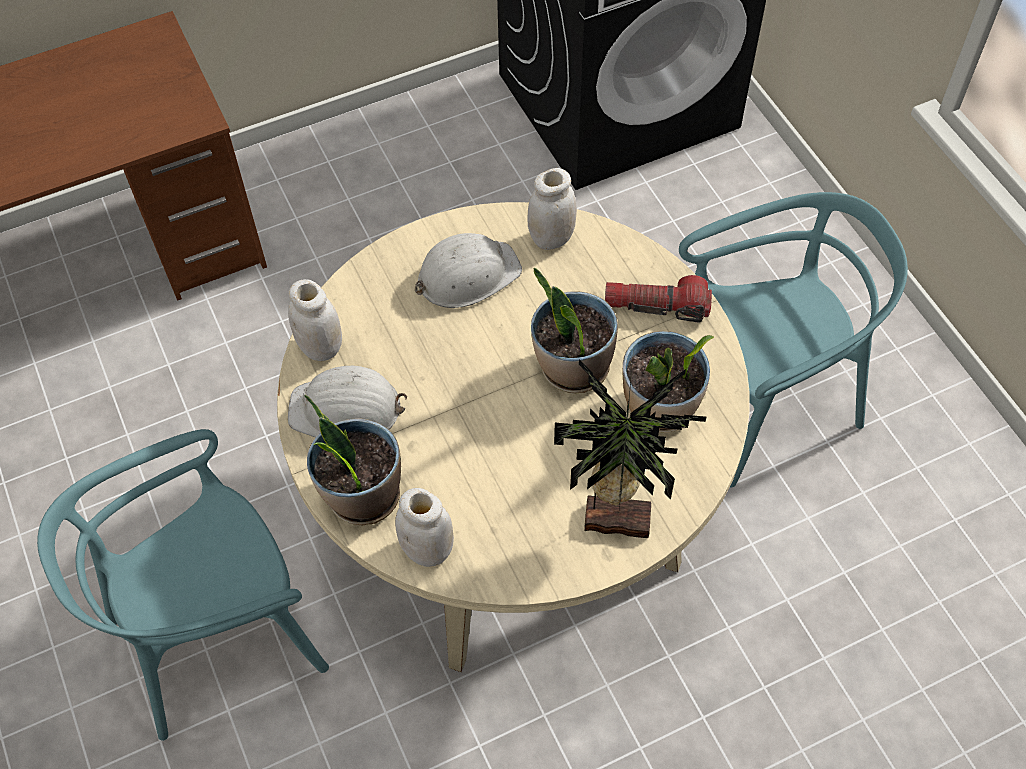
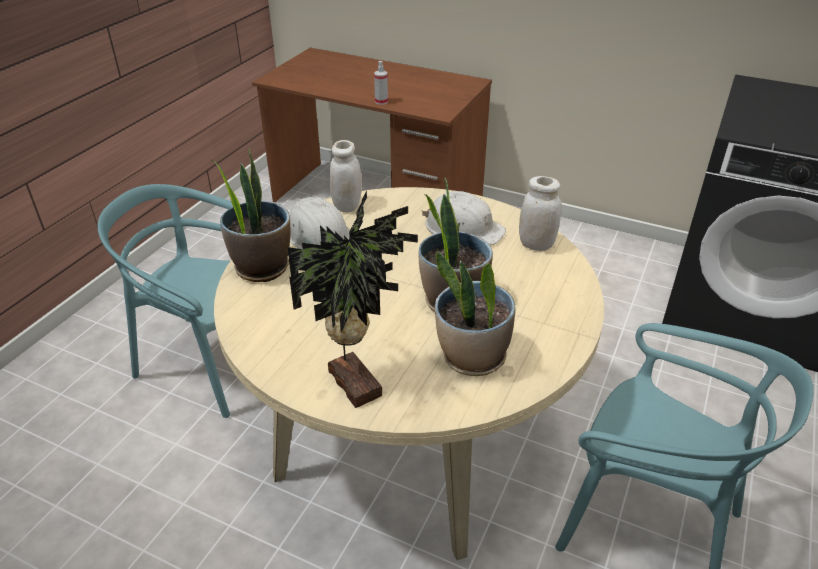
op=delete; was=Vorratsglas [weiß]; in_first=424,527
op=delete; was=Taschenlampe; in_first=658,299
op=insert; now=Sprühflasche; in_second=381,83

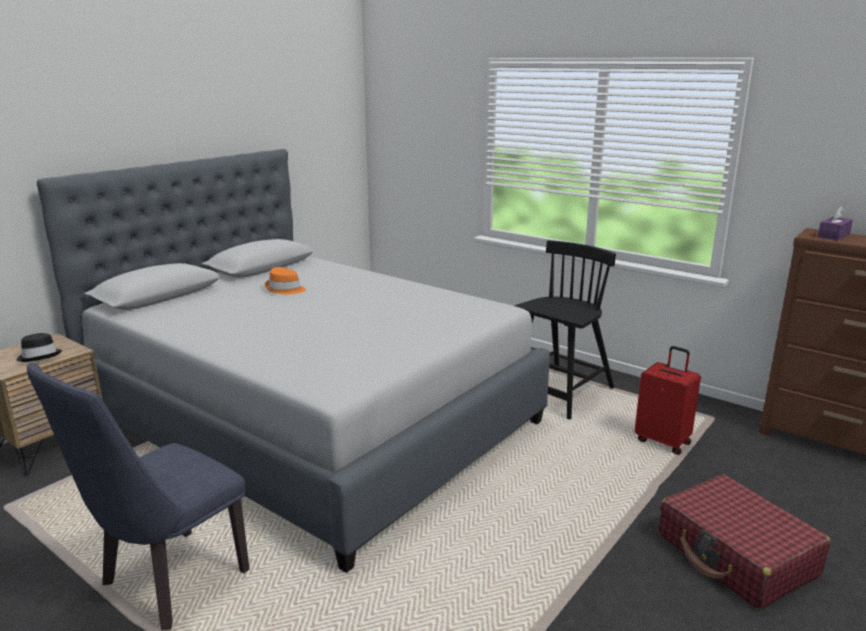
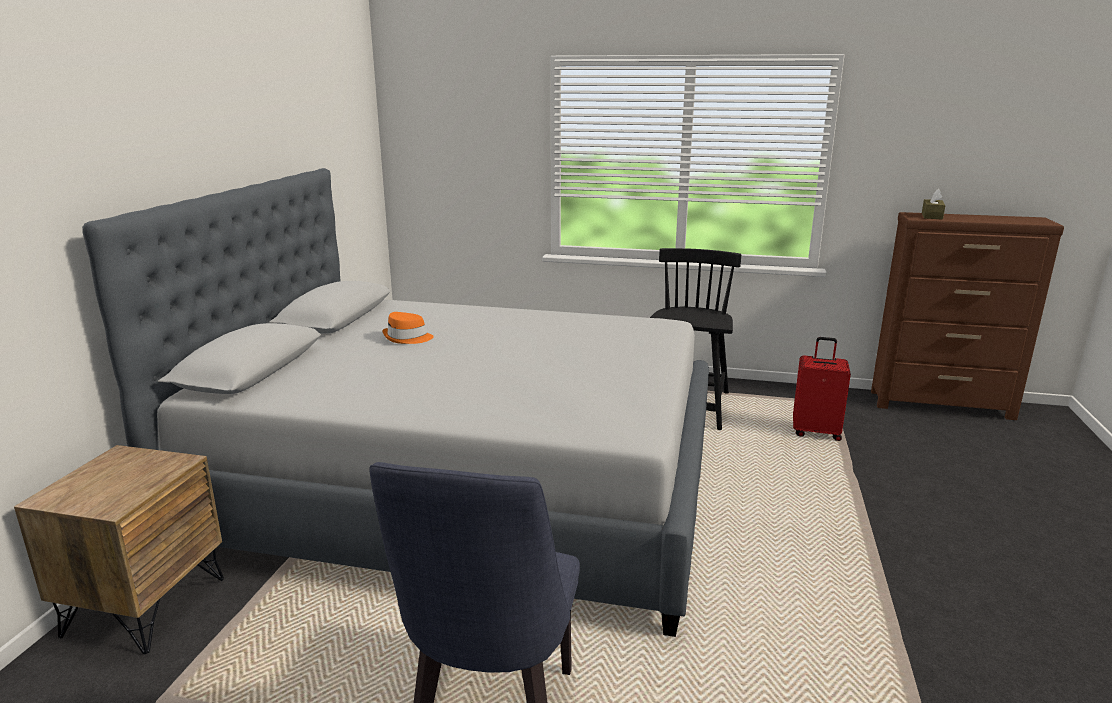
op=delete; was=Hut [schwarz]; in_first=39,347
op=delete; was=Koffer [rot]; in_first=745,542
op=recolor; was=Taschentuchbox [lila]; now=Taschentuchbox [braun]; in_first=835,223; in_second=934,204

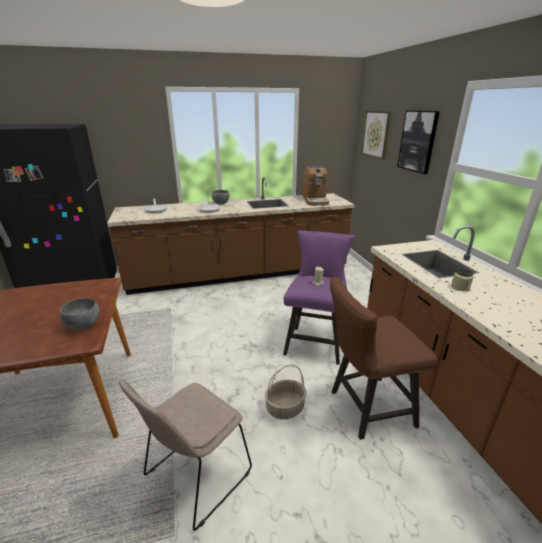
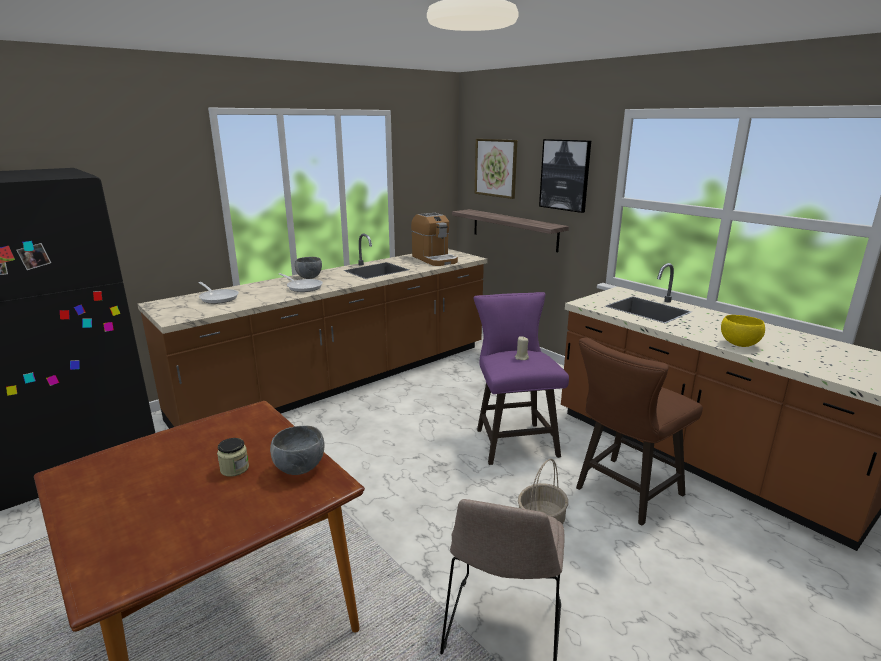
op=move; was=Vorratsglas; in_first=462,279; in_second=233,457
op=insert; now=Wandregal; in_second=510,230
op=insert; now=Schüssel [gelb]; in_second=743,331

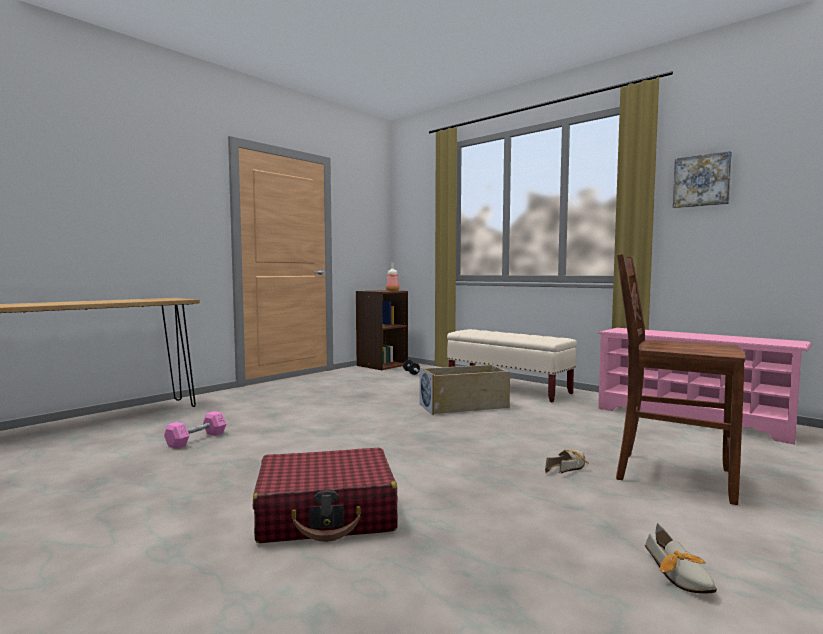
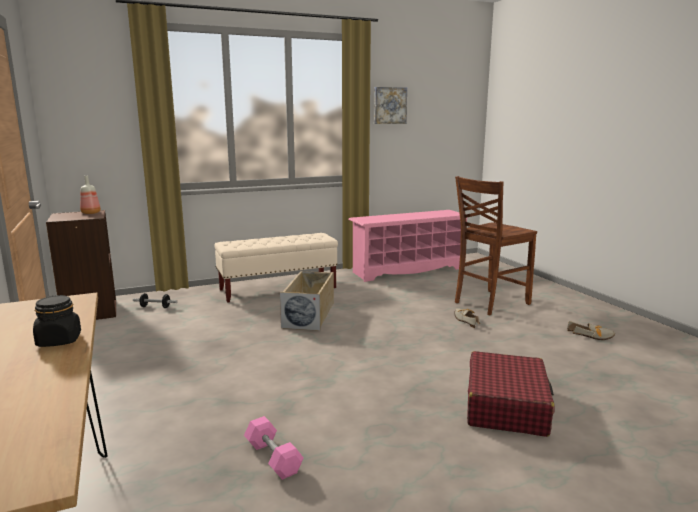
op=insert; now=Vorratsglas [schwarz]; in_second=57,321

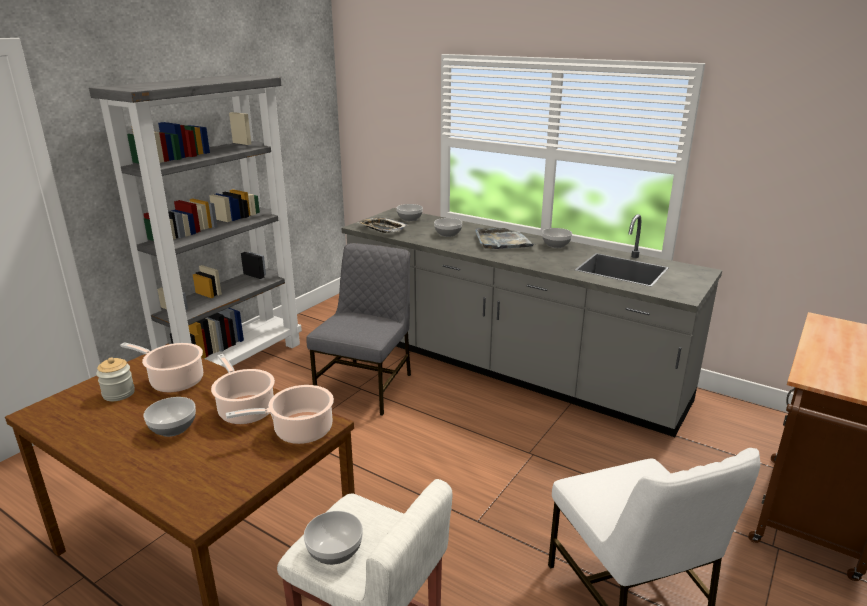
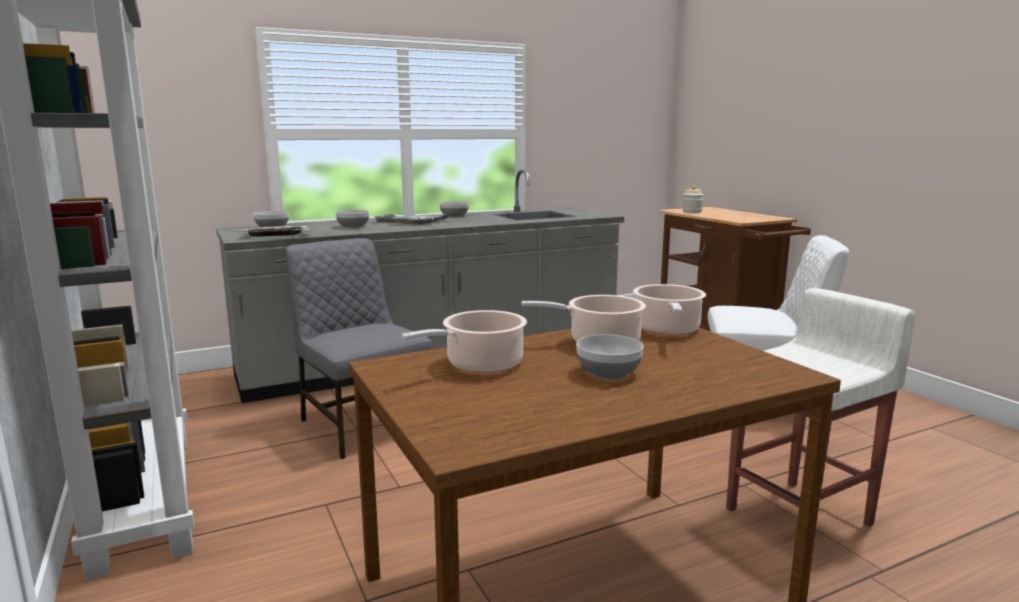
op=move; was=Vorratsglas; in_first=115,379; in_second=693,199
op=delete; was=Schüssel; in_first=333,538

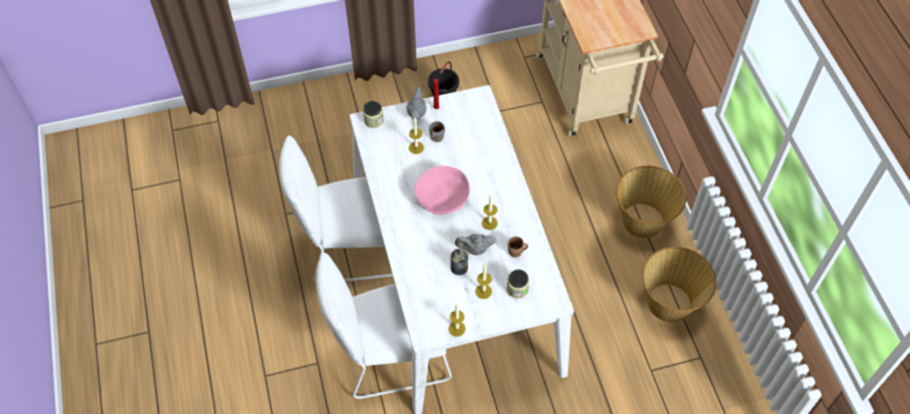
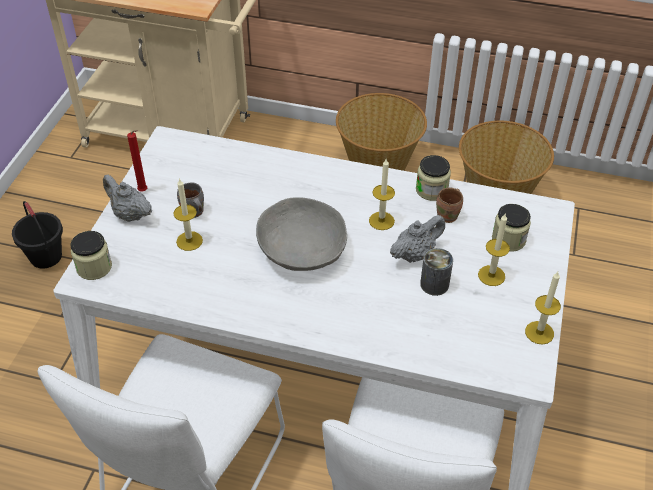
op=recolor; was=Schüssel [rosa]; now=Schüssel [grau]; in_first=442,190; in_second=301,234
op=rotate; was=Teekanne [grau]; in_first=475,244; in_second=417,239; clockwise=-150
op=insert; now=Vorratsglas; in_second=433,178

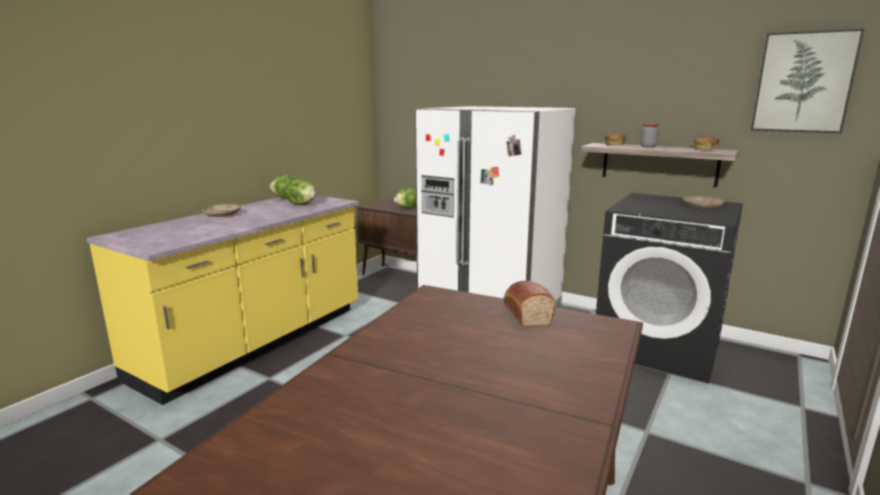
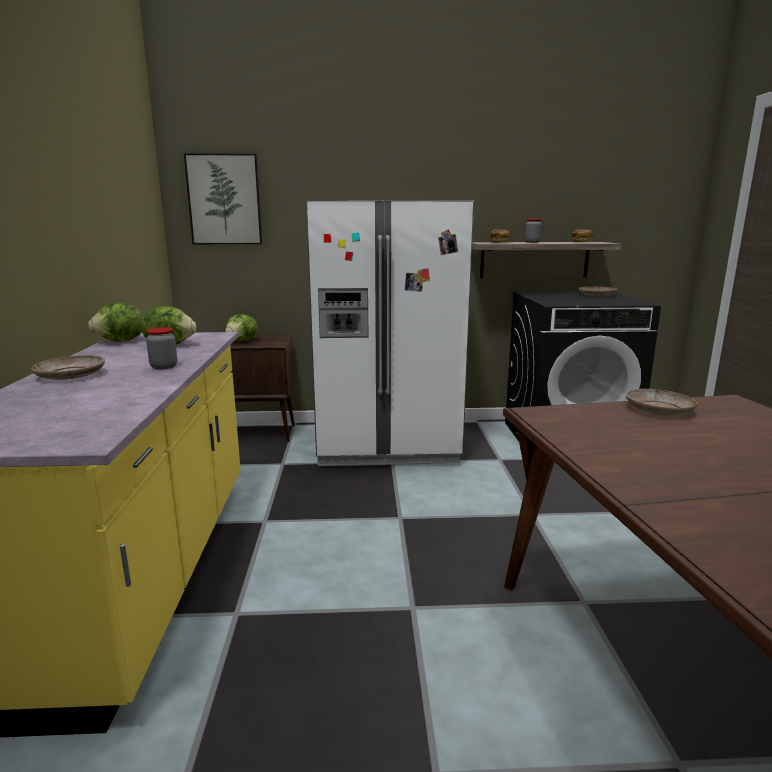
op=replace; was=Brot; now=Teller [beige]; in_first=529,304; in_second=661,402
op=move; was=Bild; in_first=807,81; in_second=223,198
op=insert; now=Vorratsglas; in_second=161,348

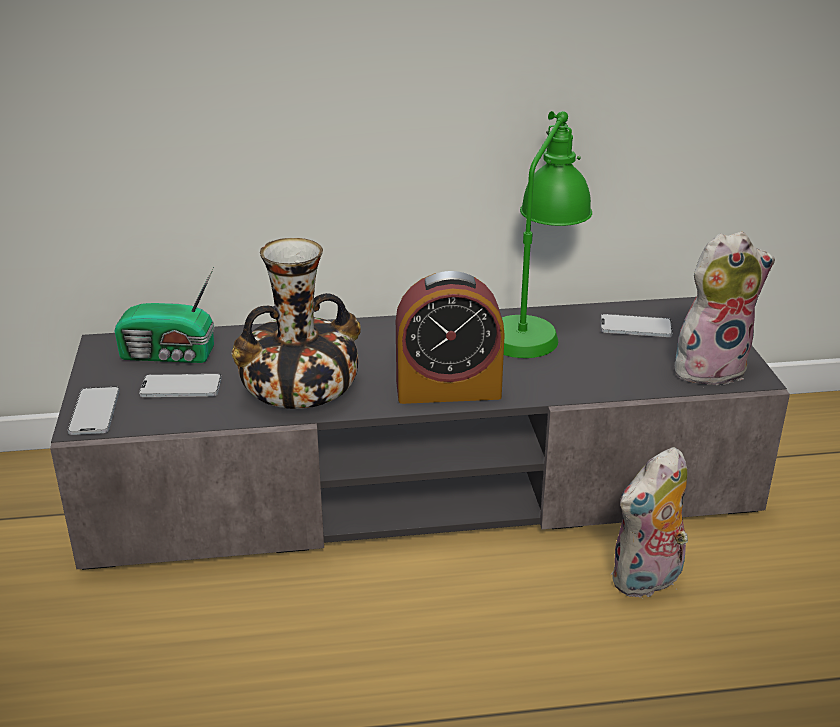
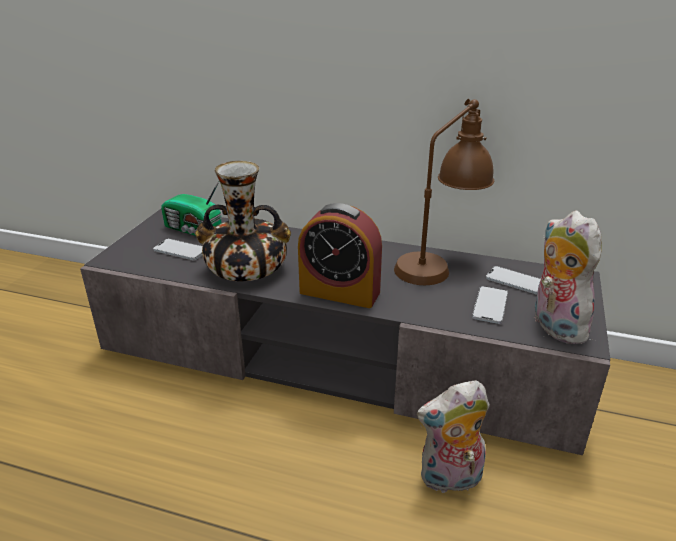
op=move; was=Handy; in_first=94,411; in_second=490,305
op=recolor; was=Tischlampe [grün]; now=Tischlampe [braun]; in_first=547,234; in_second=444,192
op=rotate; was=Plüschtier; in_first=725,309; in_second=568,277; clockwise=-120

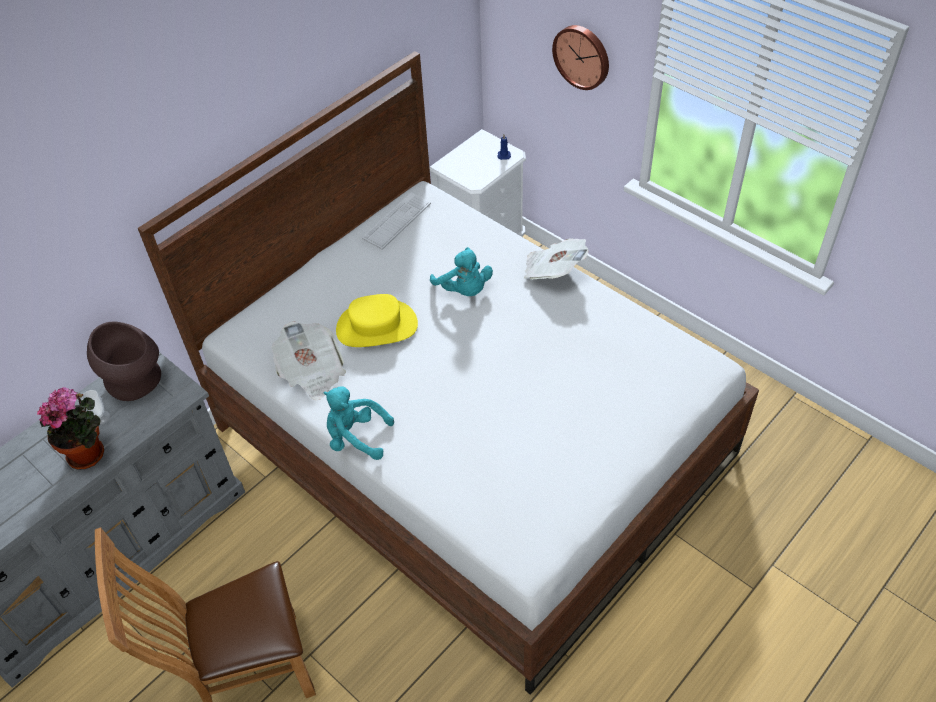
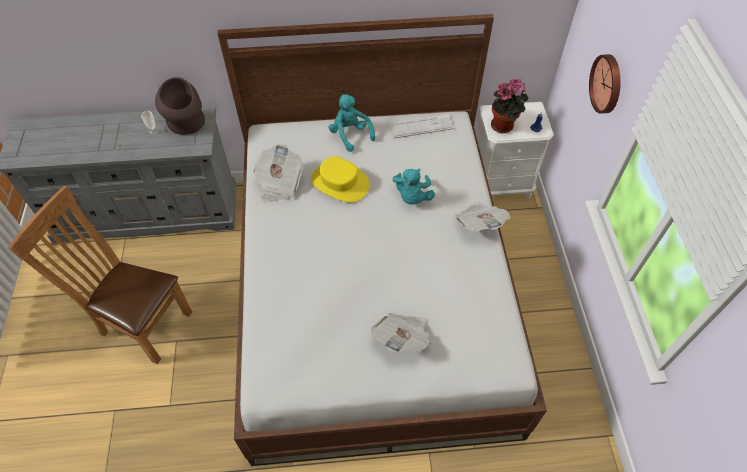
op=move; was=Topfpflanze; in_first=70,428; in_second=510,105
op=move; was=Plüschtier [türkis]; in_first=359,423; in_second=352,123
op=insert; now=Zeitung; in_second=400,333

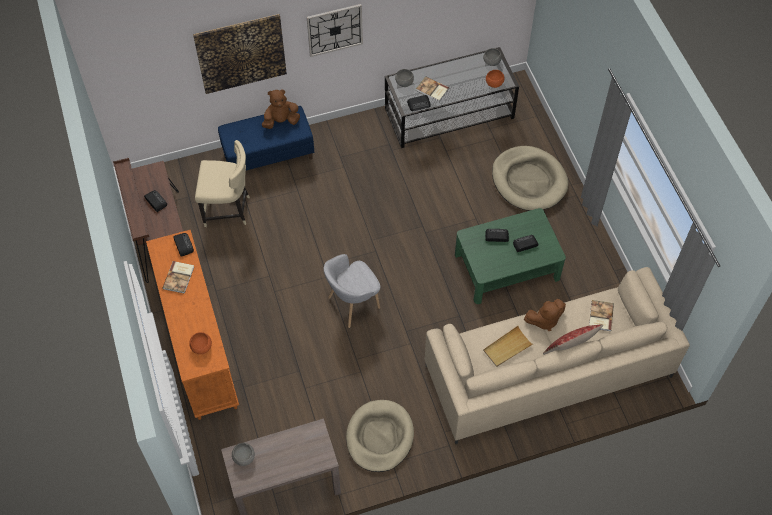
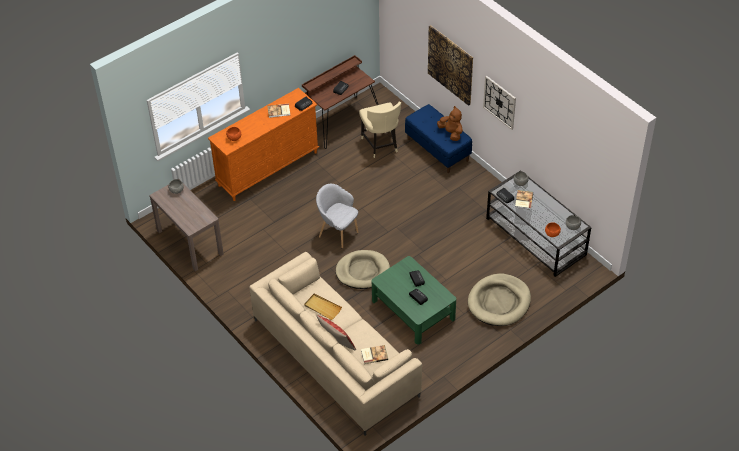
op=move; was=Hundebett [beige]; in_first=380,436; in_second=363,269
op=delete; was=Plüschtier [braun]; in_first=545,315

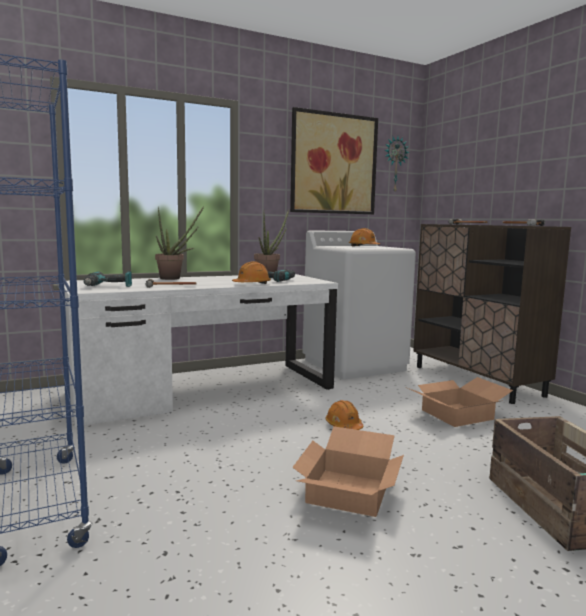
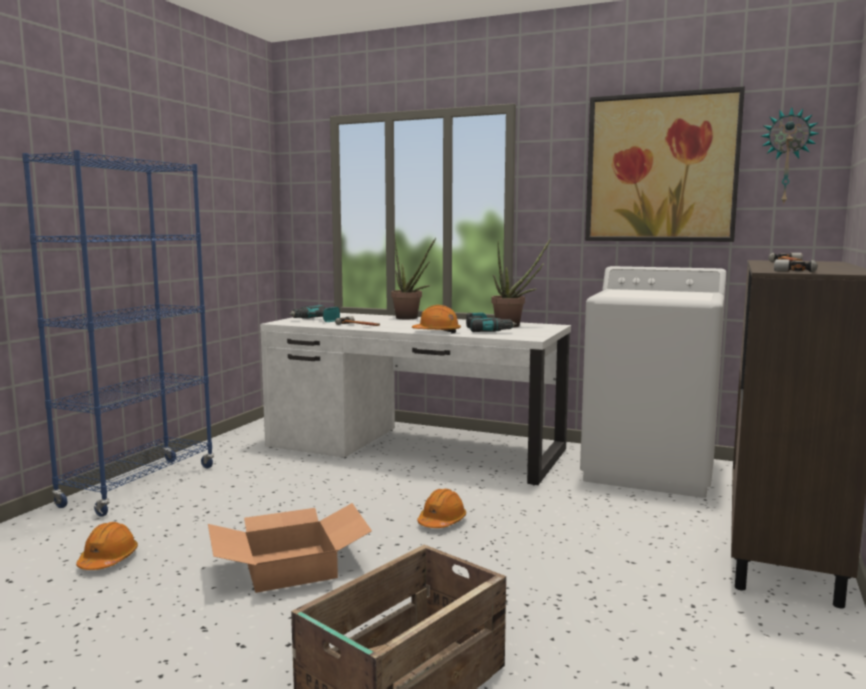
op=move; was=Schutzhelm [orange]; in_first=364,237; in_second=107,546
op=delete; was=Karton; in_first=460,402

